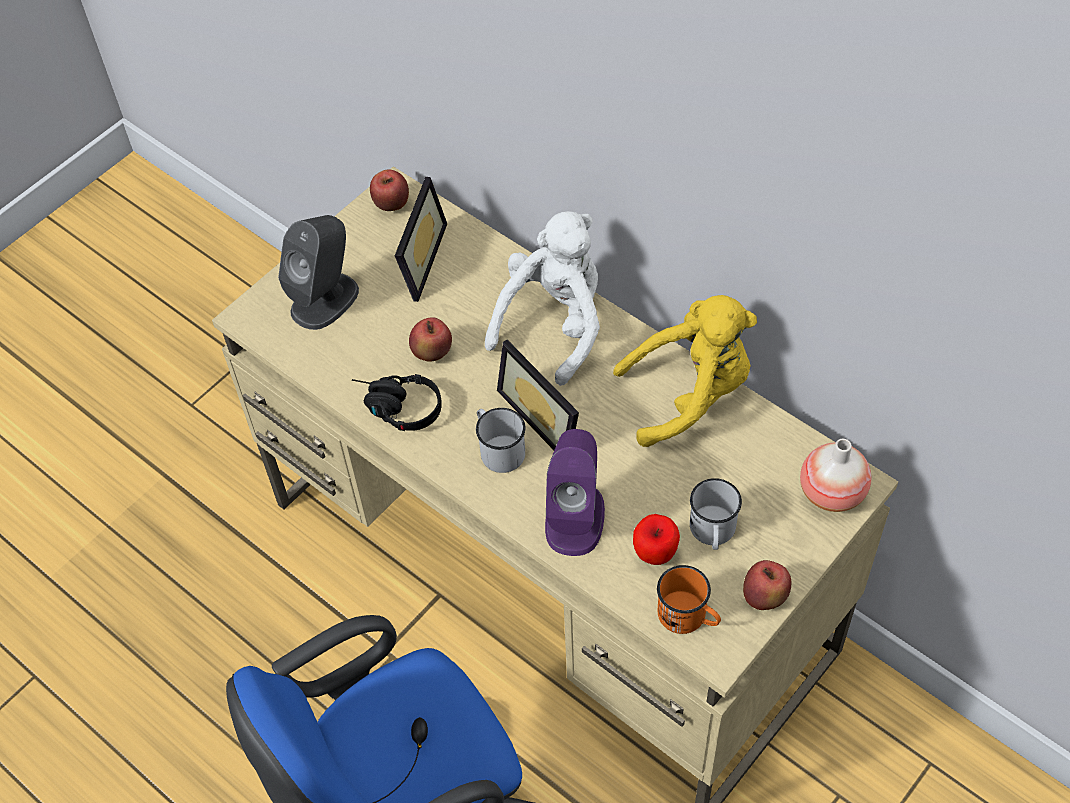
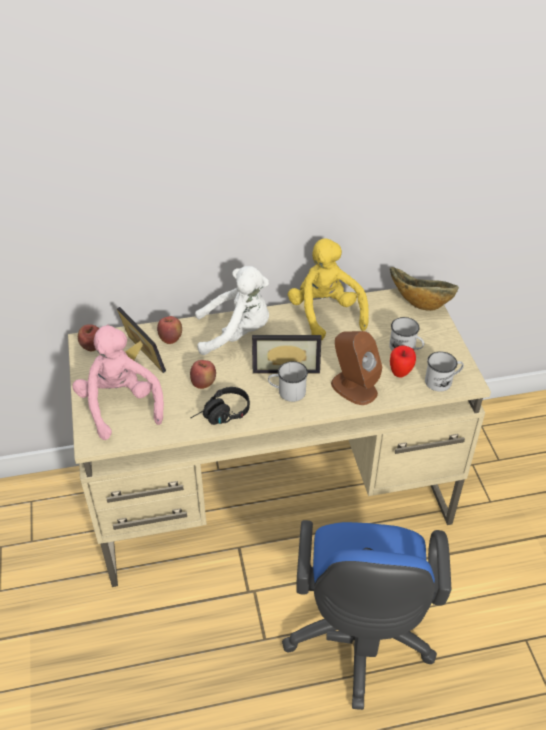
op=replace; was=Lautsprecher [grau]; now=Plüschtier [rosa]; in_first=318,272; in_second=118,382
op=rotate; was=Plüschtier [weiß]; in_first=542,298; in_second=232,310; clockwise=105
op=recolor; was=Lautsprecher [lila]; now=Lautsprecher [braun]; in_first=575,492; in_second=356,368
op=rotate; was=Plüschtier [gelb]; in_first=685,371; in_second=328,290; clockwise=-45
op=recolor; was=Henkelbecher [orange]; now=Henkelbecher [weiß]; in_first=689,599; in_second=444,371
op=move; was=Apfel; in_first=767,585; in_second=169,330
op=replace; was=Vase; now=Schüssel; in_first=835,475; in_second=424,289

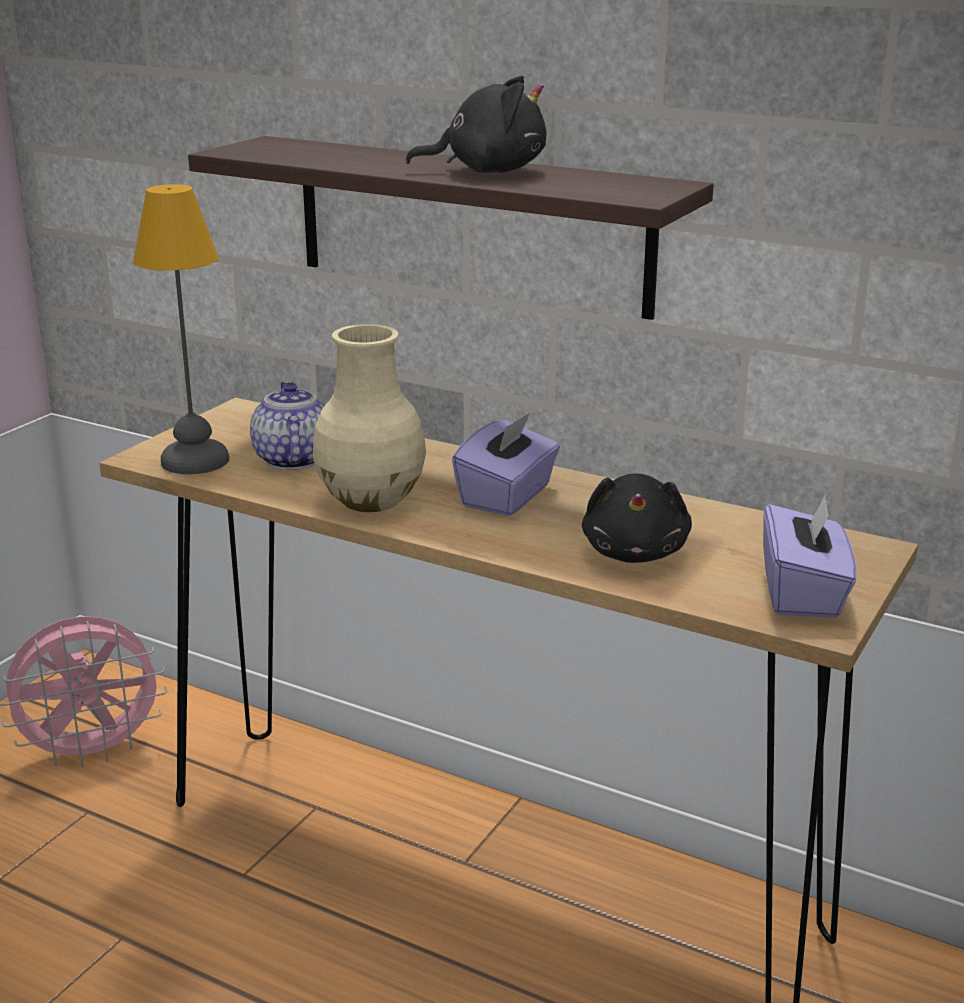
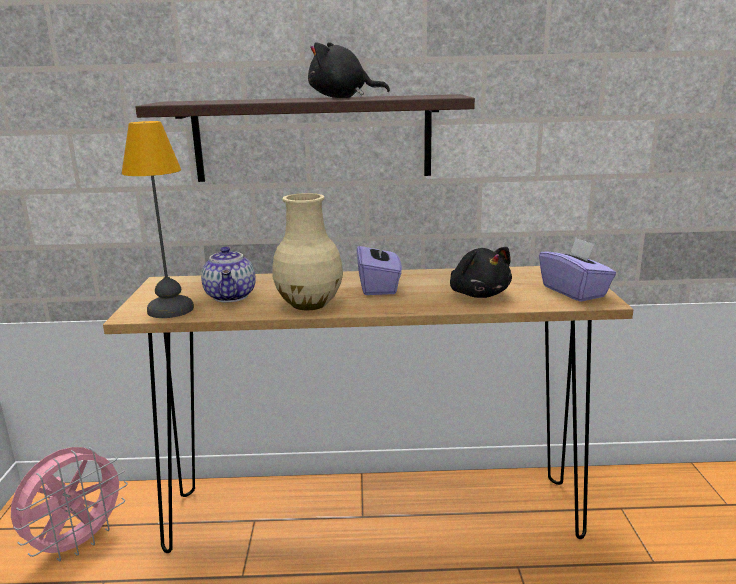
op=rotate; was=Teekanne; in_first=287,425; in_second=228,274; clockwise=-150
op=rotate; was=Plüschtier [schwarz]; in_first=476,124; in_second=349,70; clockwise=-135

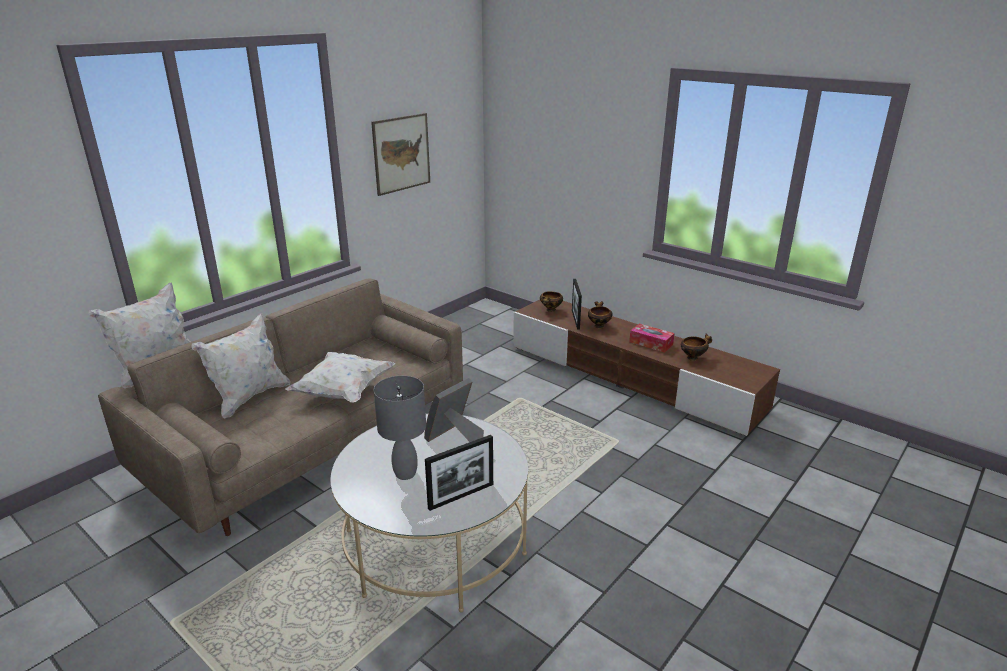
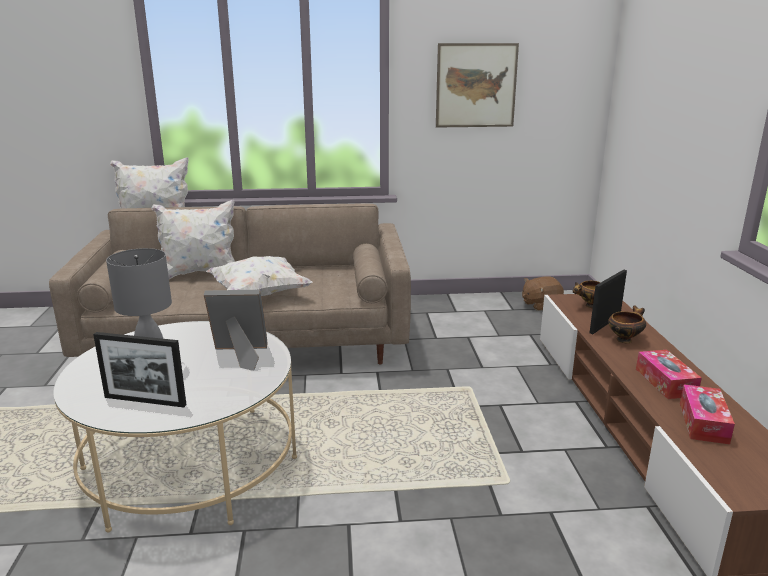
op=replace; was=Schüssel; now=Taschentuchbox; in_first=696,347; in_second=707,414
op=insert; now=Plüschtier [braun]; in_second=543,293

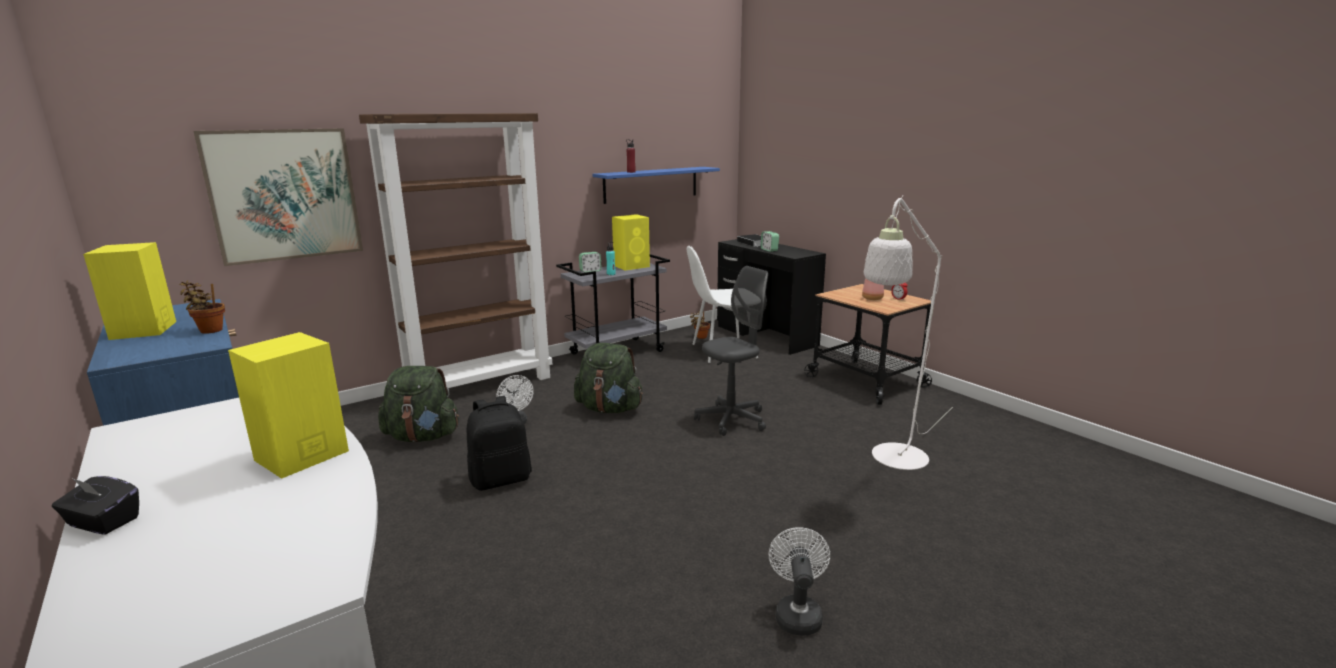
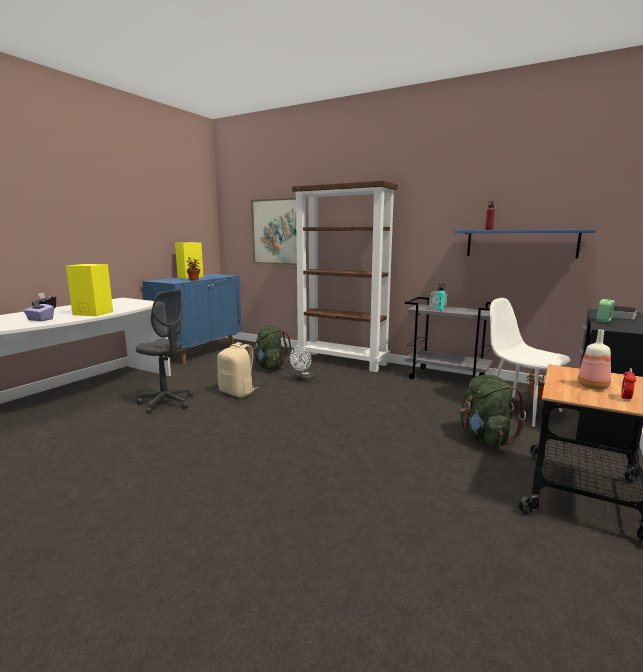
op=recolor; was=Rucksack [schwarz]; now=Rucksack [beige]; in_first=499,443; in_second=237,370
op=move; was=Rucksack [grün]; in_first=608,378; in_second=493,410
op=delete; was=Lautsprecher [gelb]; in_first=631,242
op=move; was=Bürostuhl [grau]; in_first=731,351; in_second=164,351
op=delete; was=Ventilator [weiß]; in_first=799,581
op=delete; was=Stehlampe [weiß]; in_first=908,333
op=insert; now=Taschentuchbox [lila]; in_second=39,311

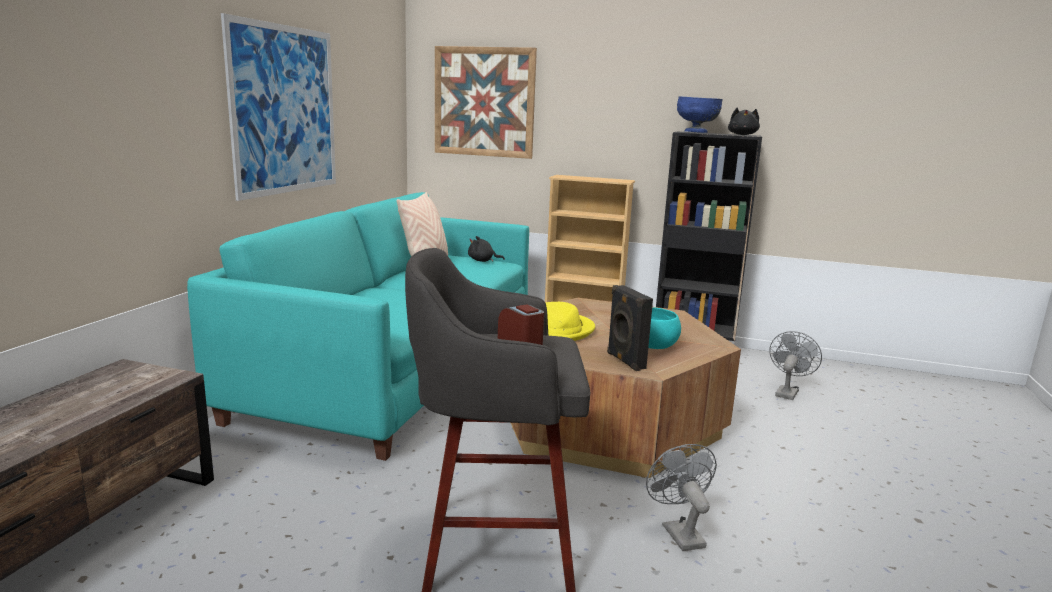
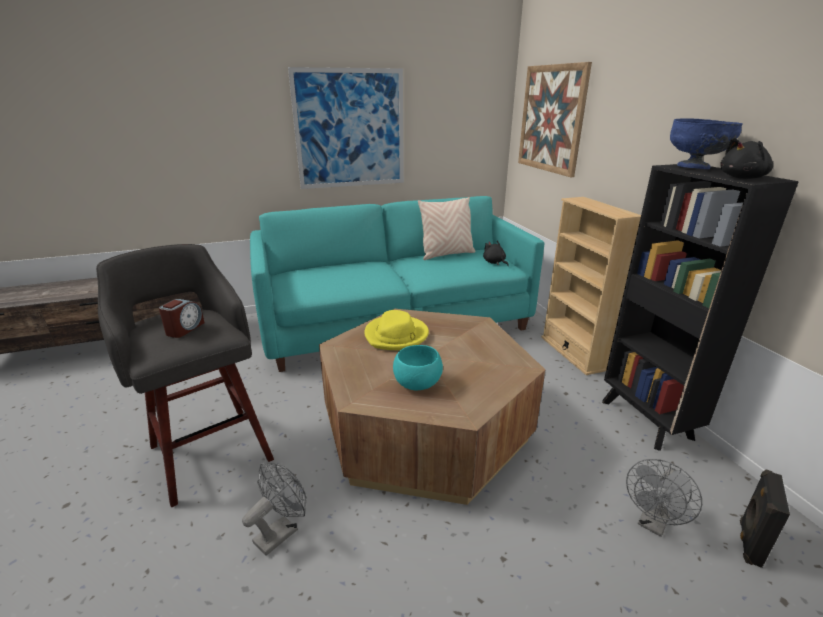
op=move; was=Lautsprecher [schwarz]; in_first=630,328; in_second=765,519
op=rotate; was=Ventilator [grau]; in_first=795,365; in_second=664,498; clockwise=135

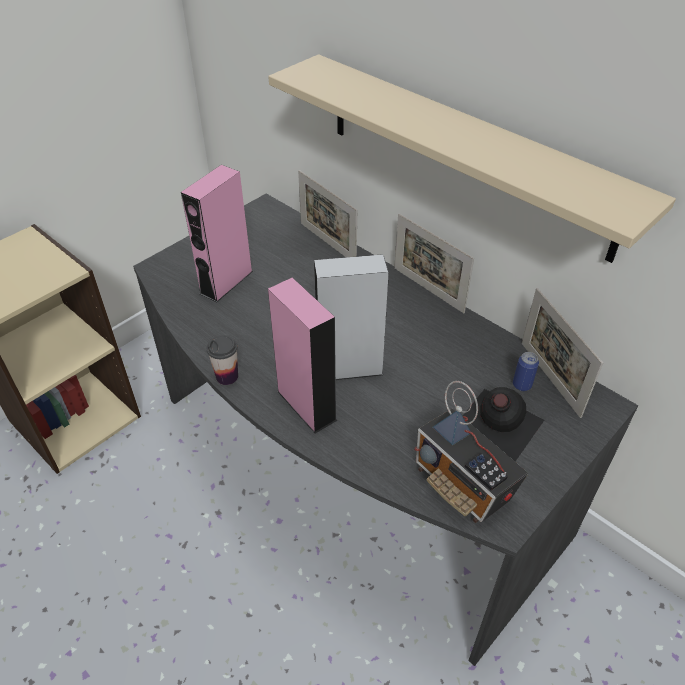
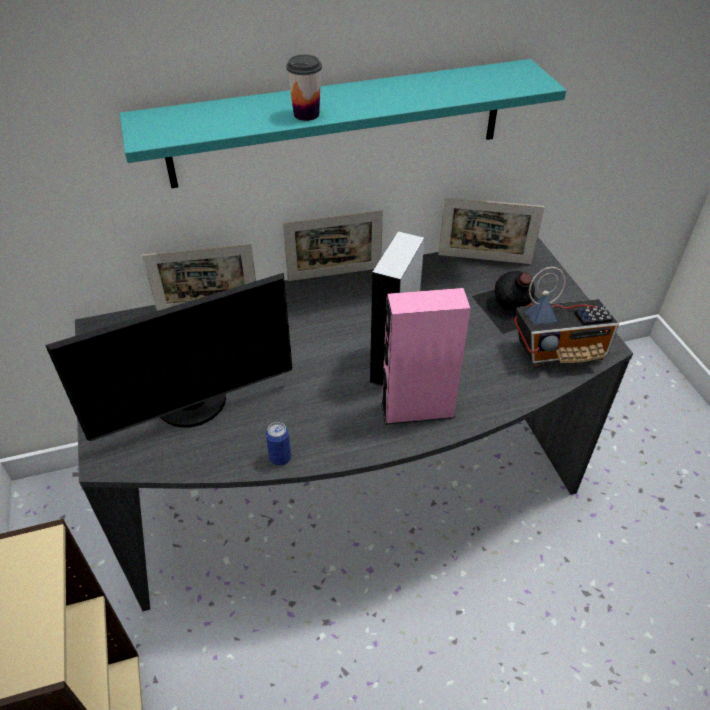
op=replace; was=Lautsprecher [rosa]; now=Monitor; in_first=217,233; in_second=168,357
op=move; was=Tasse; in_first=222,360; in_second=304,88
op=recolor; was=Wandregal [beige]; now=Wandregal [türkis]; in_first=472,158; in_second=343,123
op=move; was=Dose; in_first=526,371; in_second=278,443

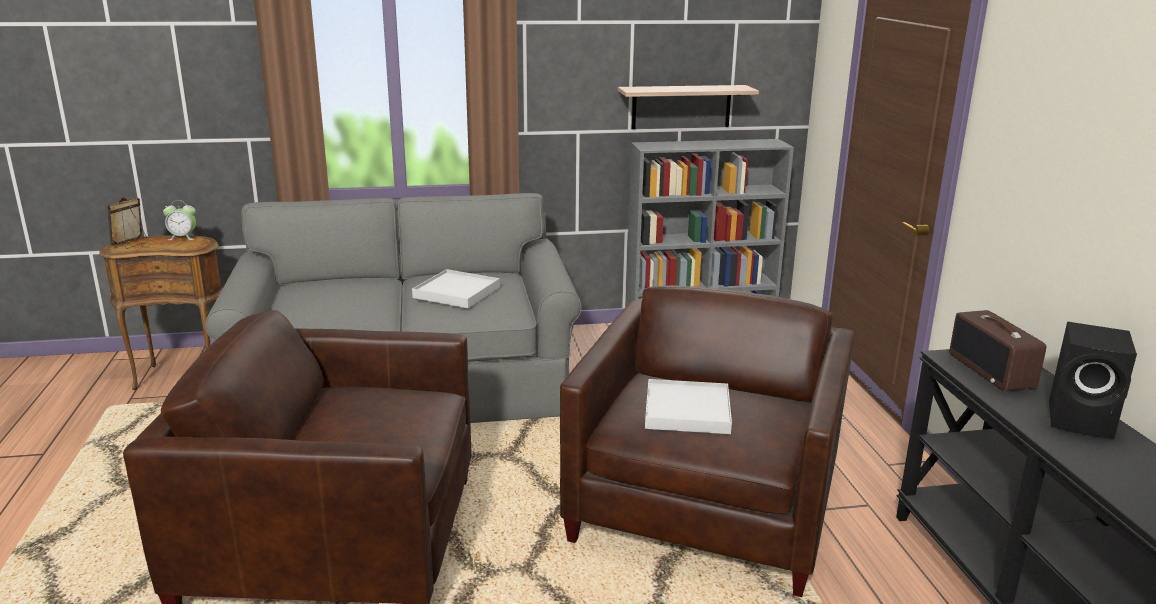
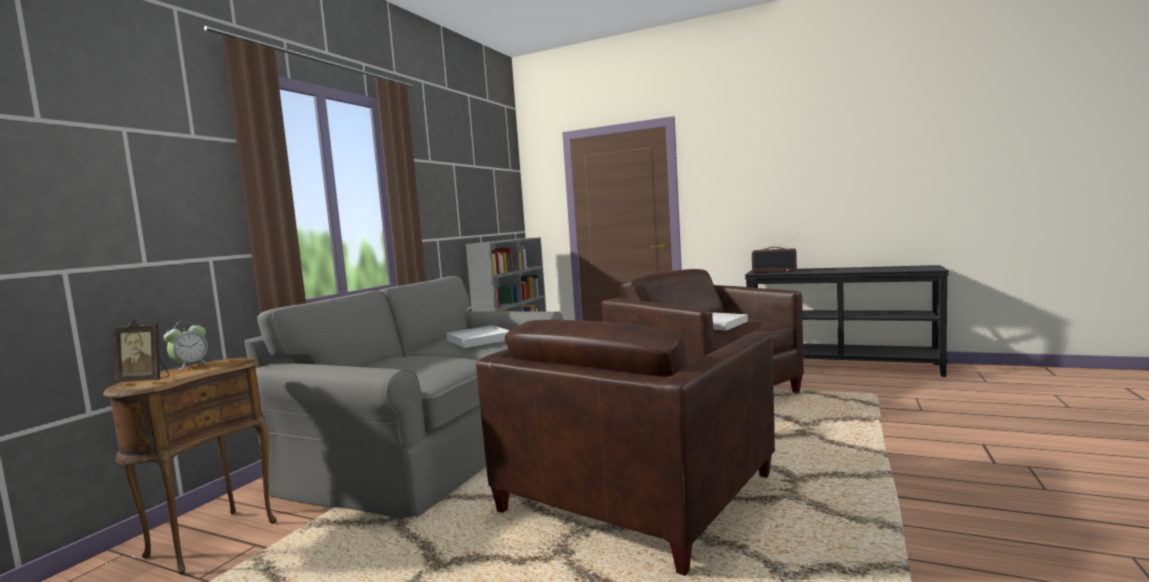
op=rotate; was=Bilderrahmen; in_first=127,223; in_second=141,350; clockwise=-60
op=delete; was=Wandregal; in_first=688,107
op=delete; was=Lautsprecher [schwarz]; in_first=1093,380

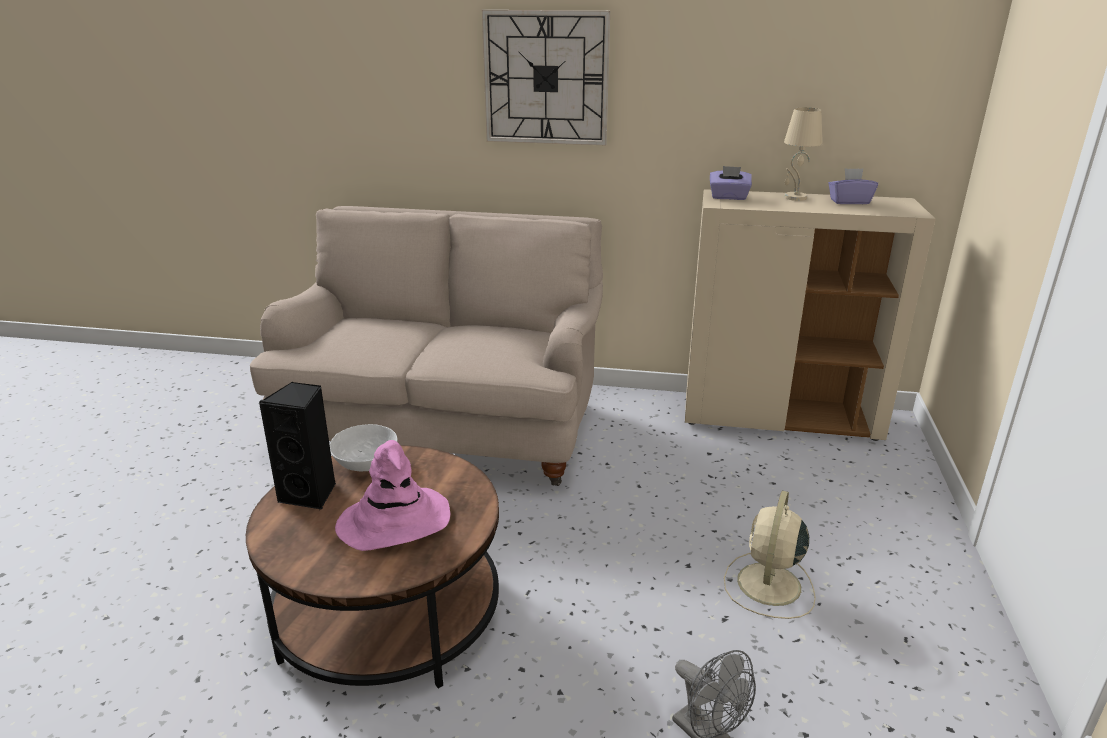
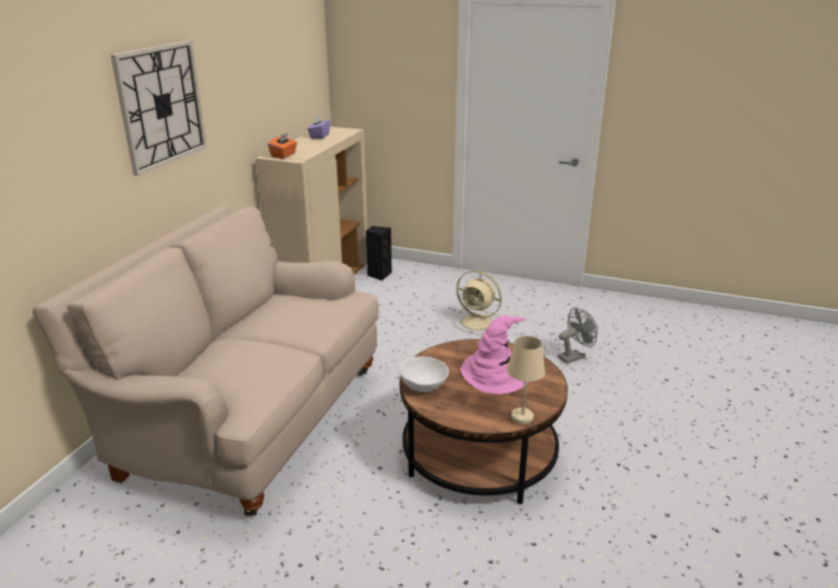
op=move; was=Lautsprecher [schwarz]; in_first=297,446; in_second=379,253
op=recolor; was=Taschentuchbox [lila]; now=Taschentuchbox [orange]; in_first=731,183; in_second=282,146
op=move; was=Tischlampe [beige]; in_first=803,154; in_second=526,380

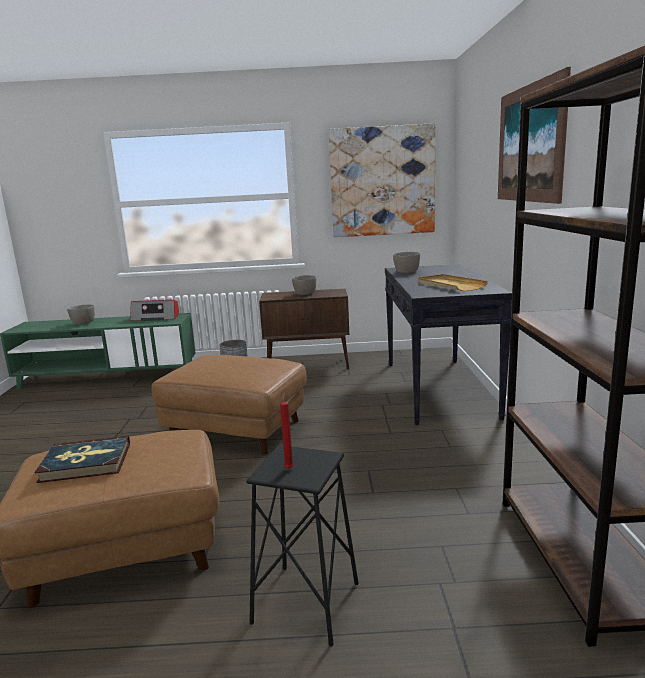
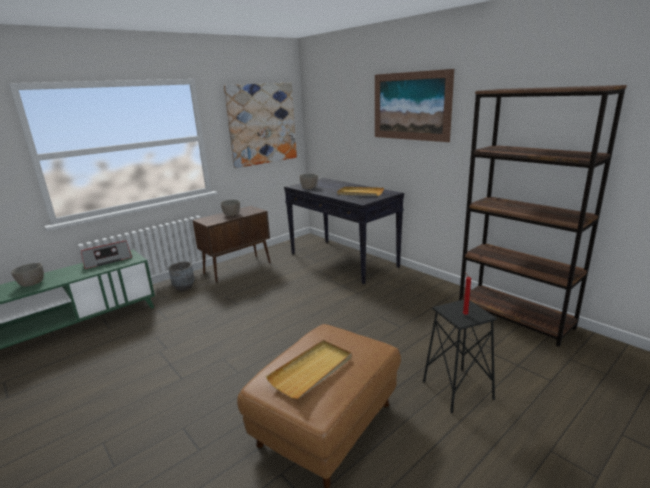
op=replace; was=Buch; now=Tablett [beige]; in_first=82,459; in_second=309,369
op=delete; was=Polsterhocker [braun]; in_first=229,405

